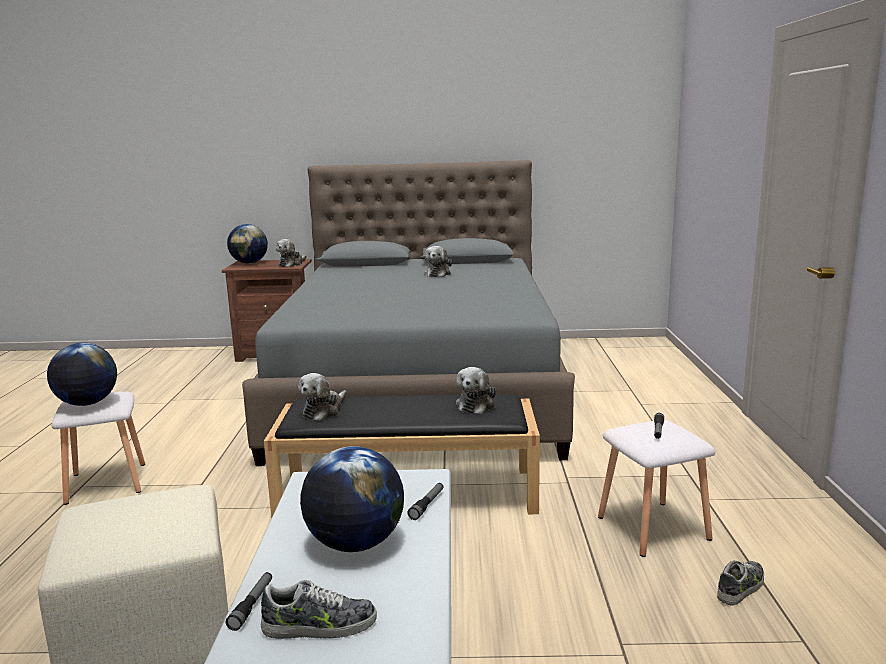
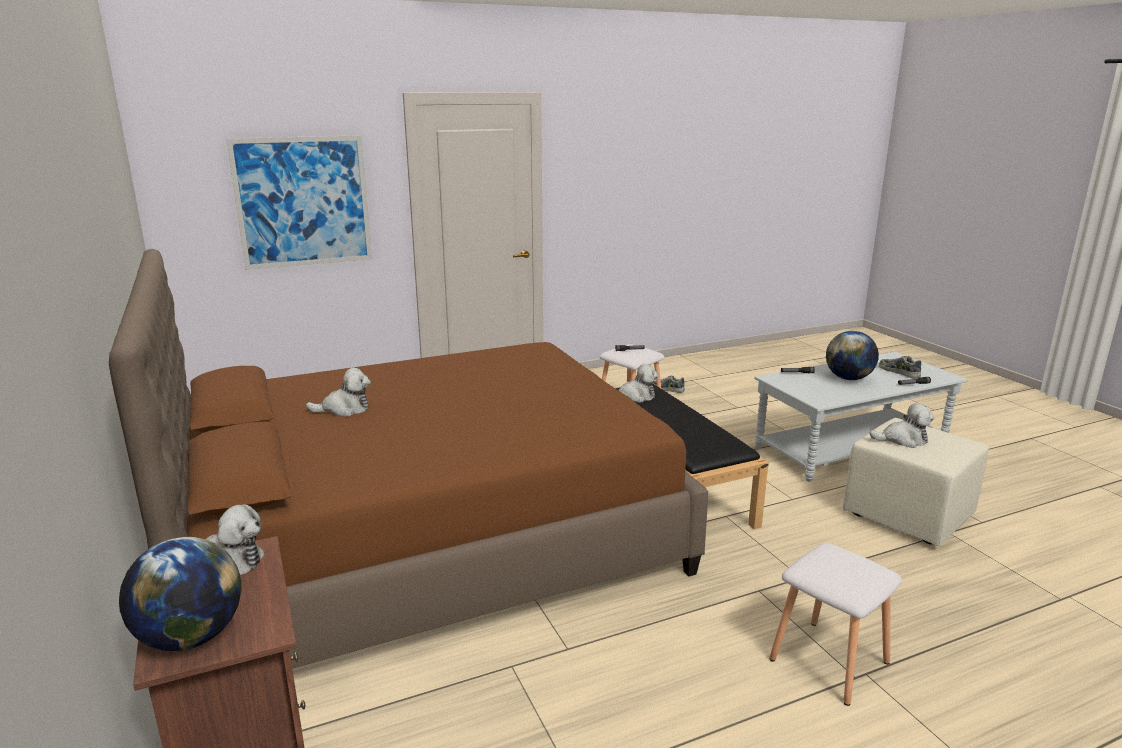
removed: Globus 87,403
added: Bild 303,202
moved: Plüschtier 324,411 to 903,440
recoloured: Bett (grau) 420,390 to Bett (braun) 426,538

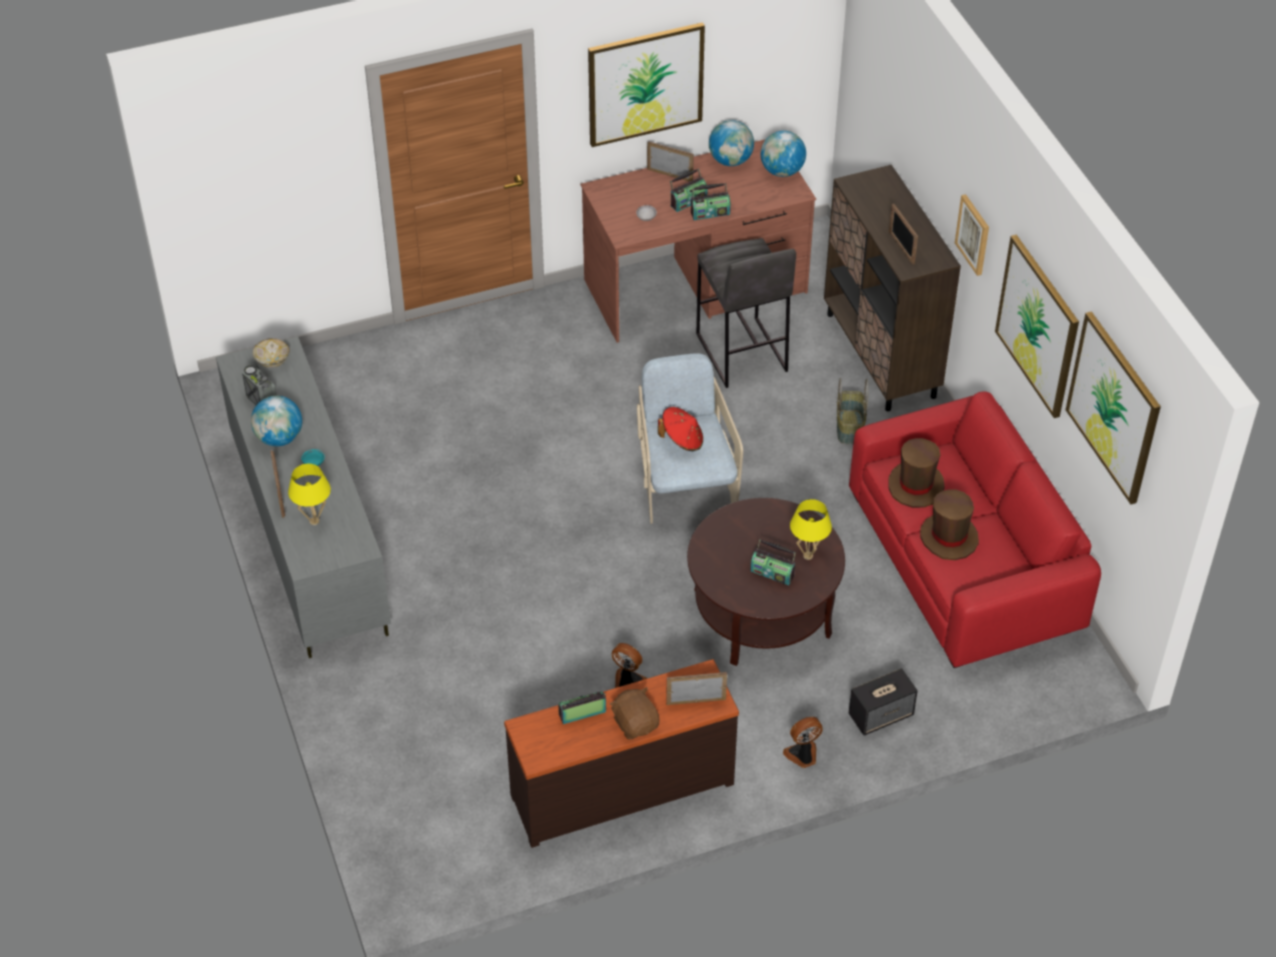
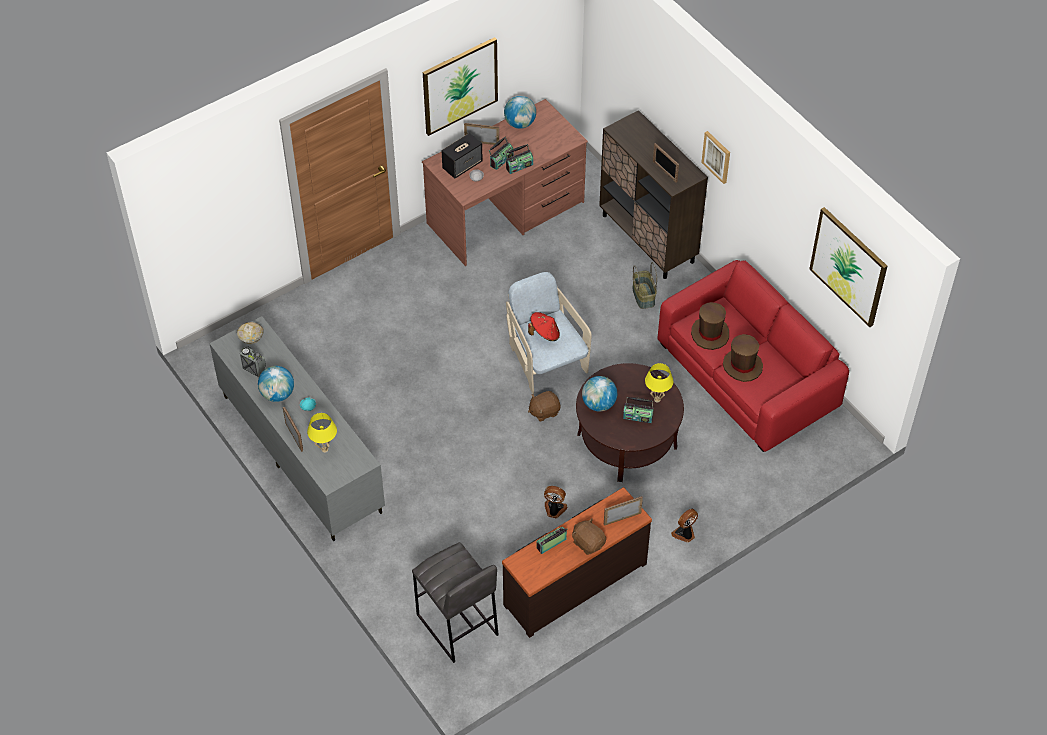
removed: Bild 1038,325
added: Plüschtier (braun) 544,411
moved: Hocker (grau) 741,353 to 457,625; Globus 782,171 to 599,404; Lautsprecher 881,715 to 462,165

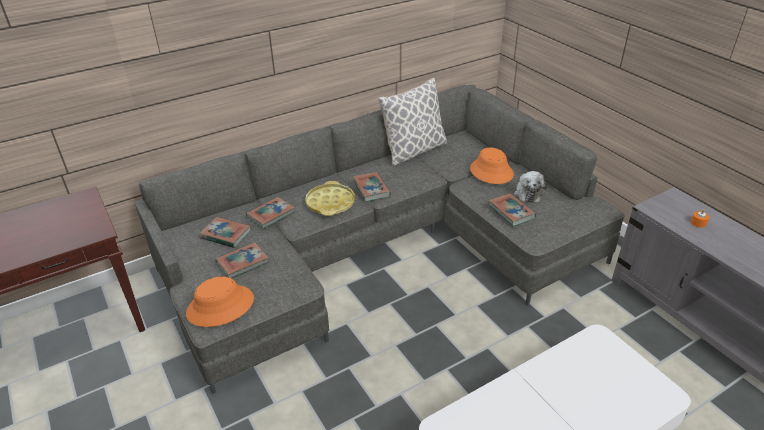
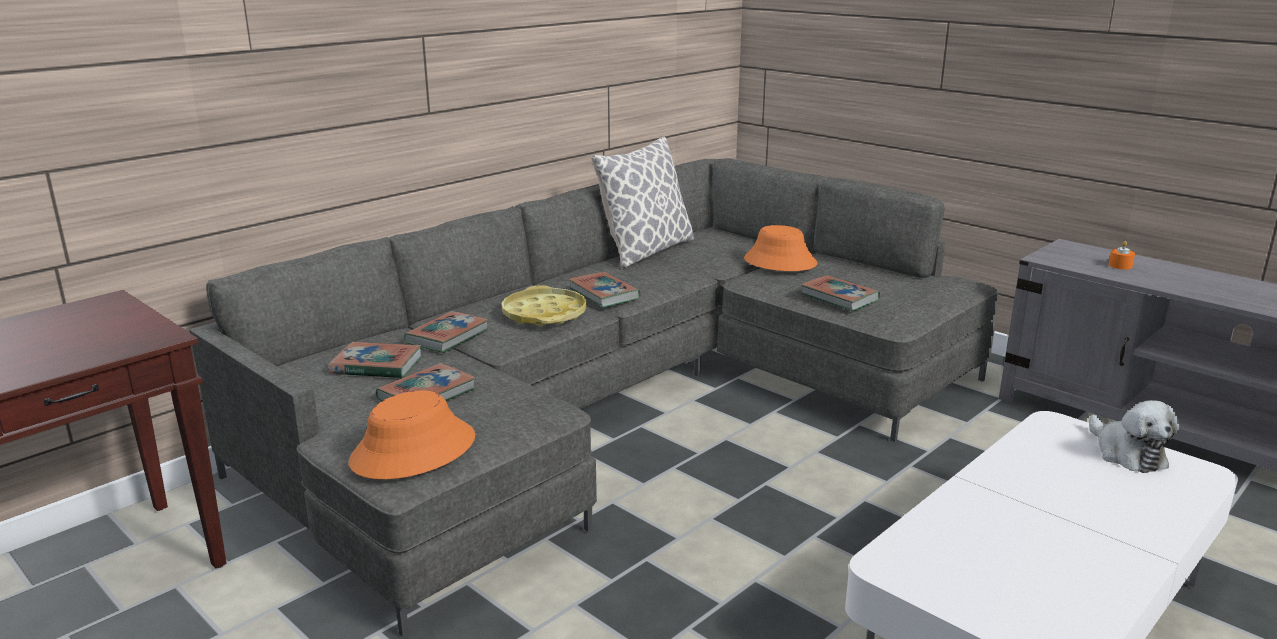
moved: Plüschtier 527,193 to 1127,453

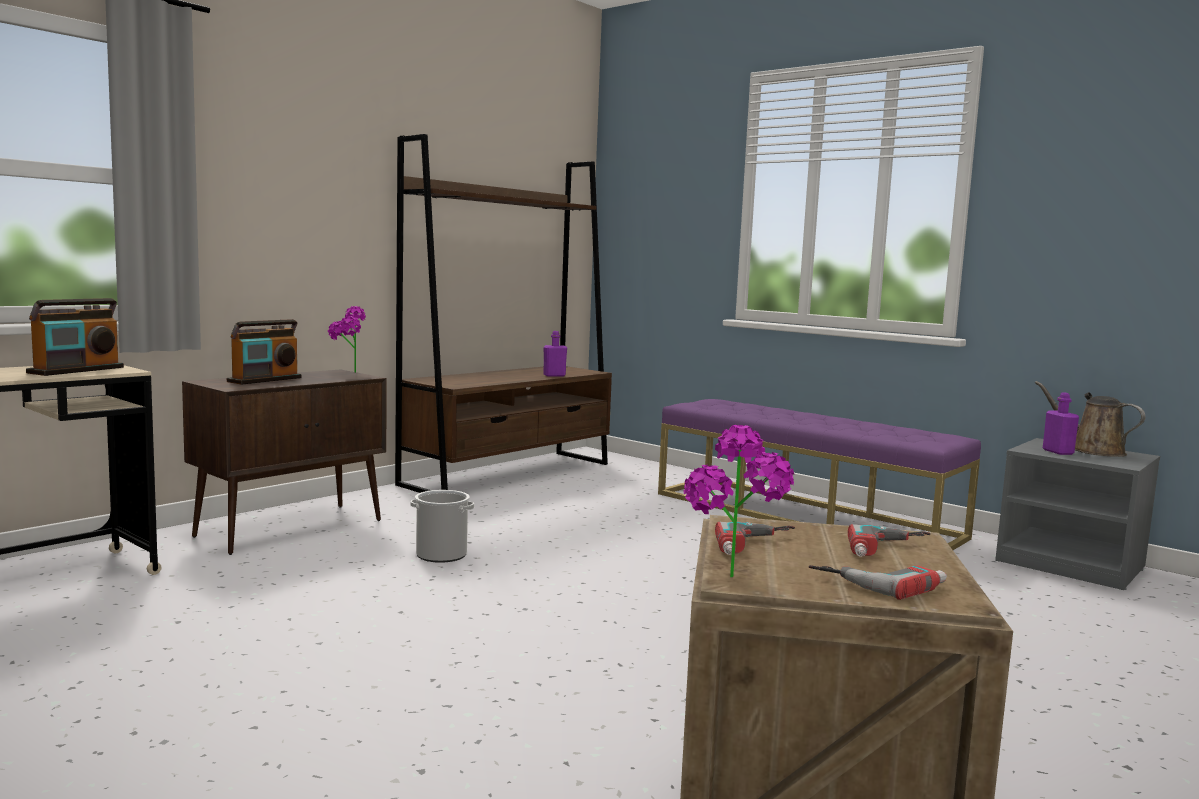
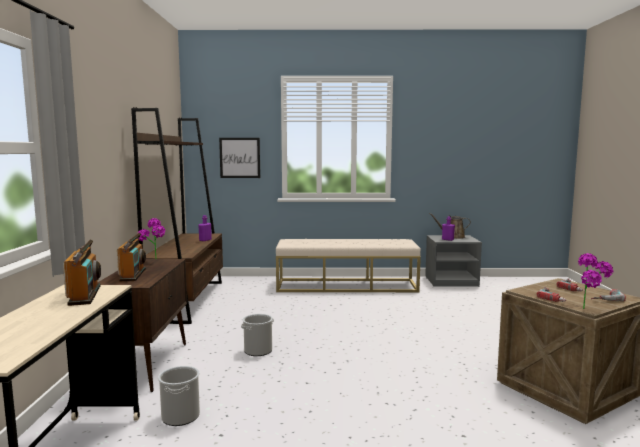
added: Eimer 180,416; Bild 240,158
recoloured: Bank (lila) 805,515 to Bank (beige) 347,286

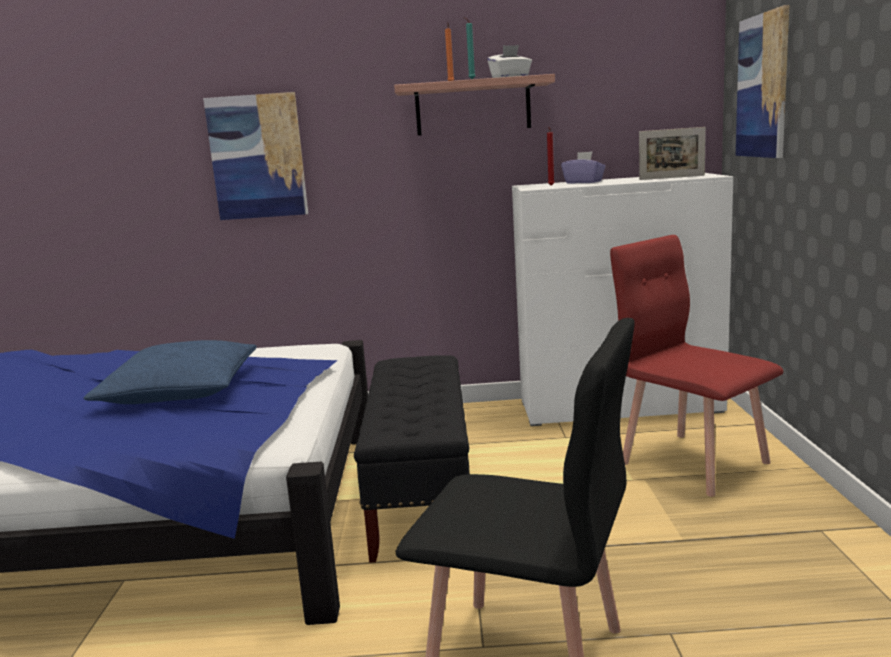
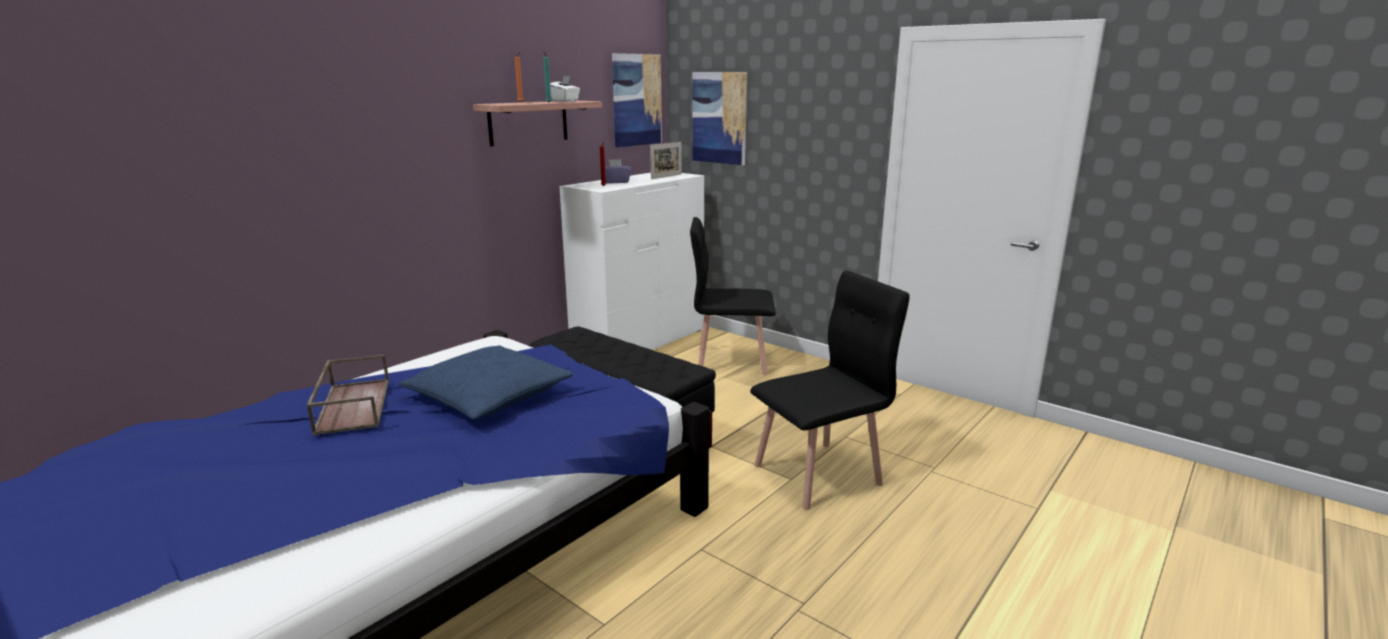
added: Tablett (braun) 352,405
moved: Bild 257,157 to 636,100
recoloured: Stuhl (rot) 693,462 to Stuhl (schwarz) 730,361

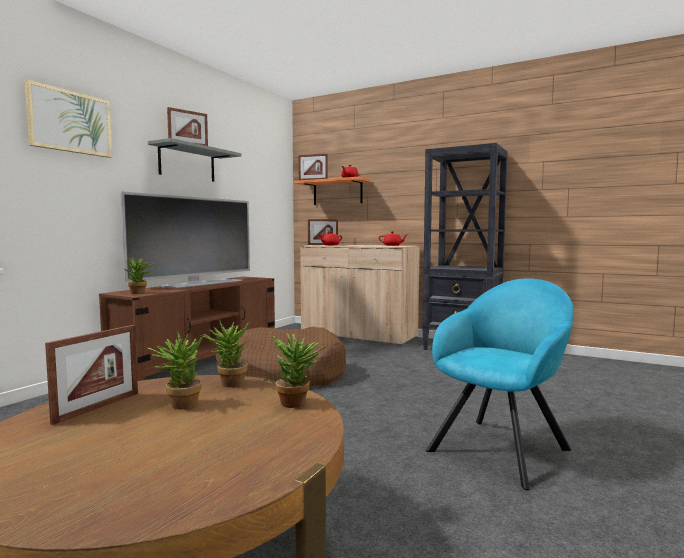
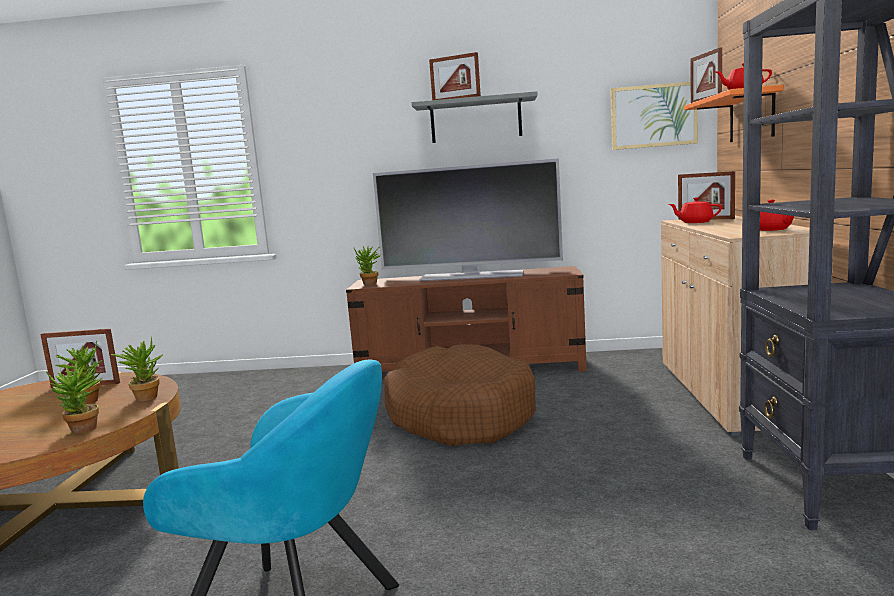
moved: Bild 70,122 to 653,116

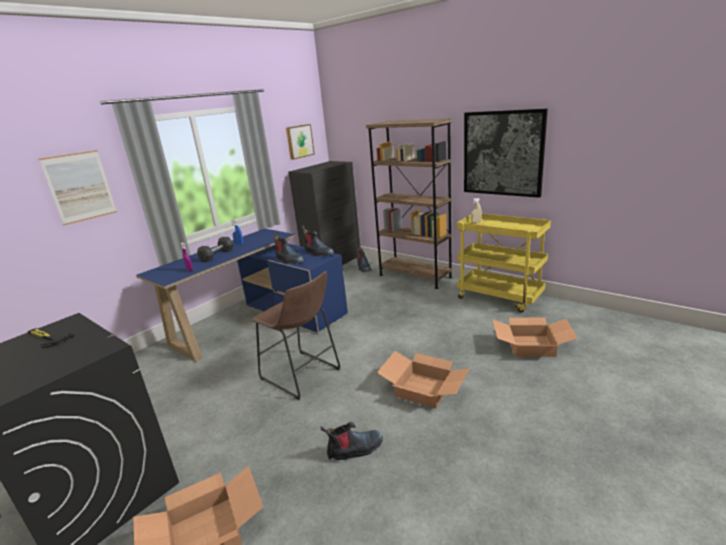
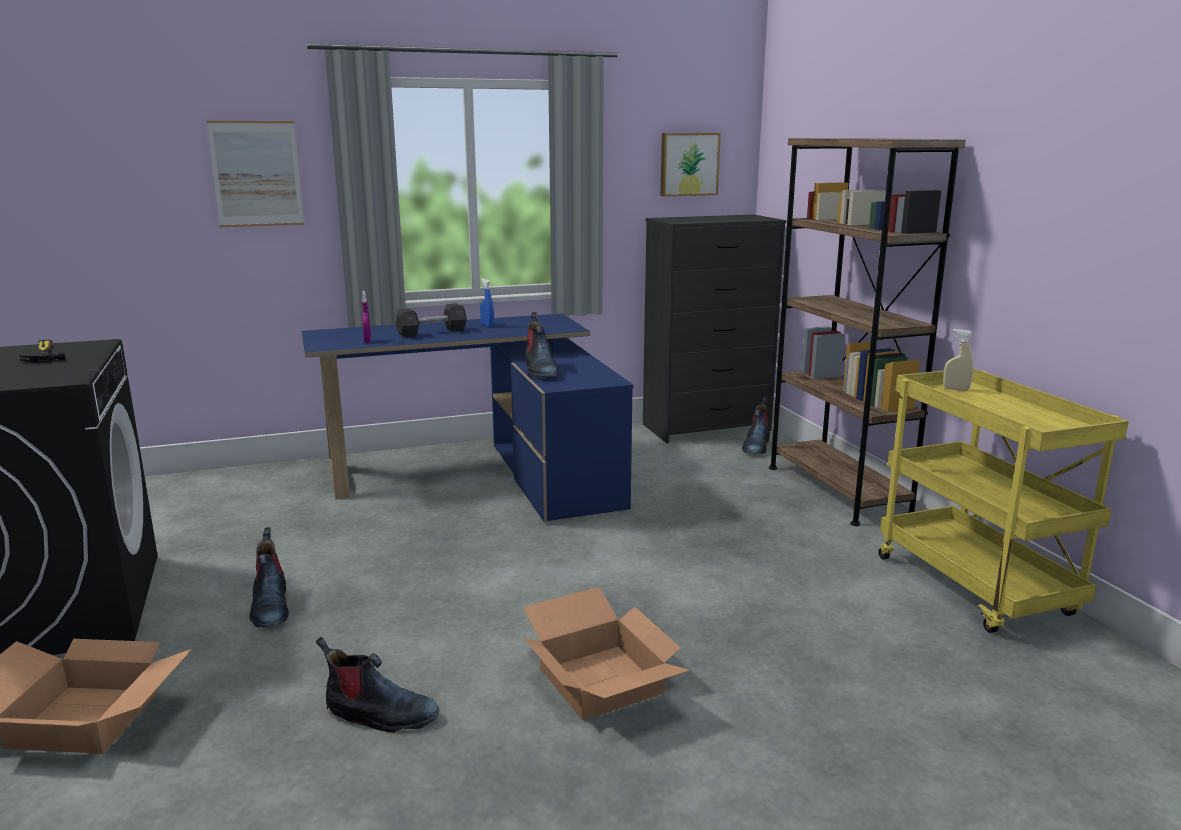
removed: Hocker (braun) 303,376; Bild 502,153; Karton 531,345
moved: Stiefel 318,253 to 270,606

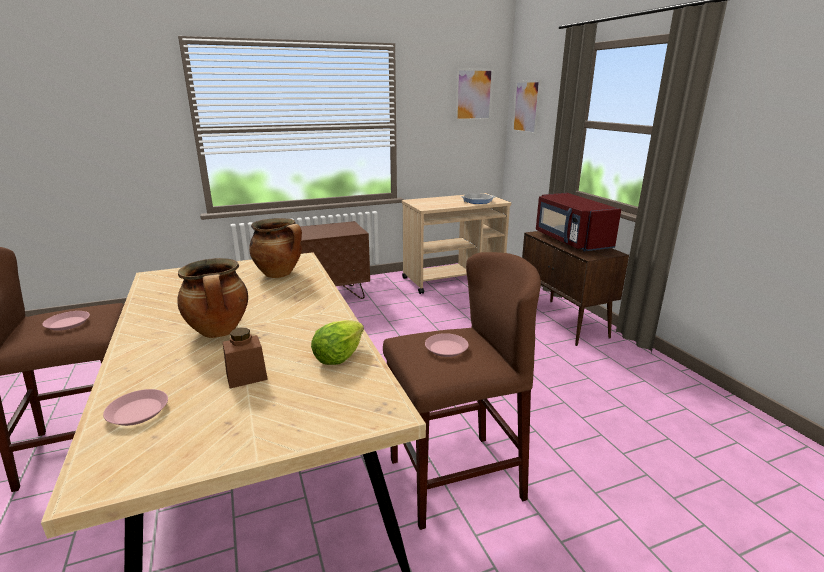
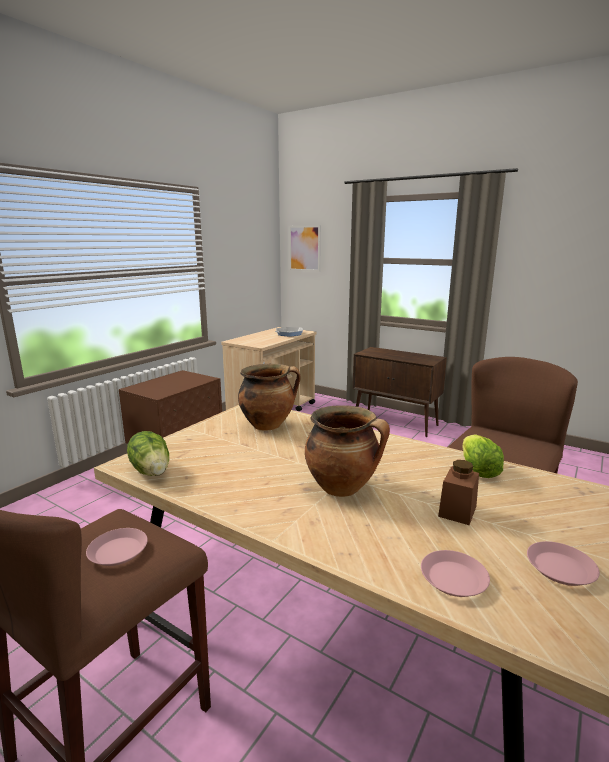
removed: Bild 473,94; Mikrowelle (rot) 571,241
added: Salatkopf 152,470
moved: Teller (rosa) 446,348 to 560,568

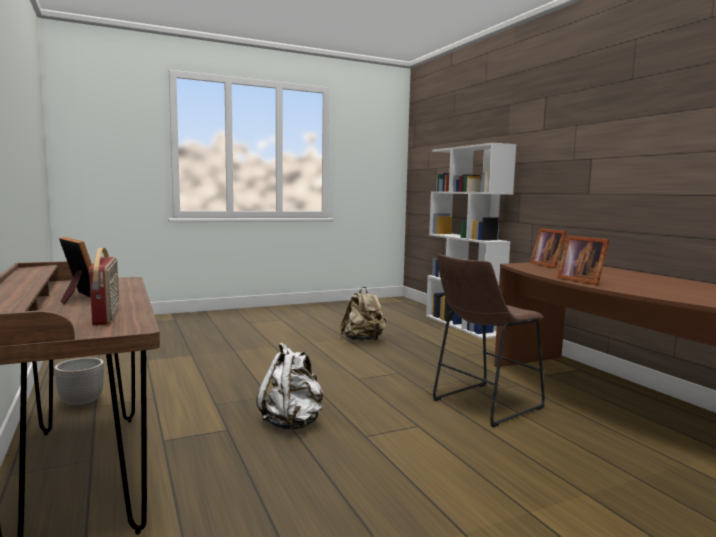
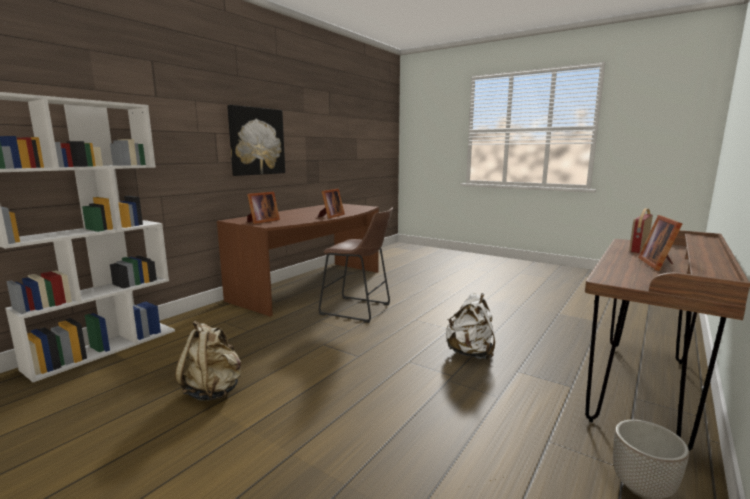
added: Bild 256,141

